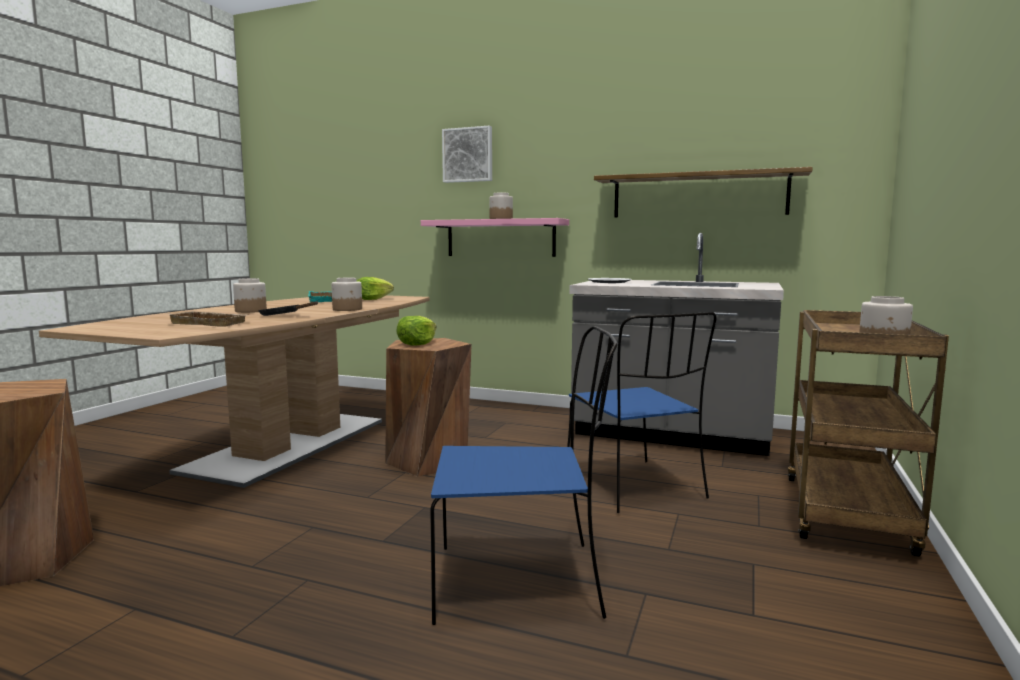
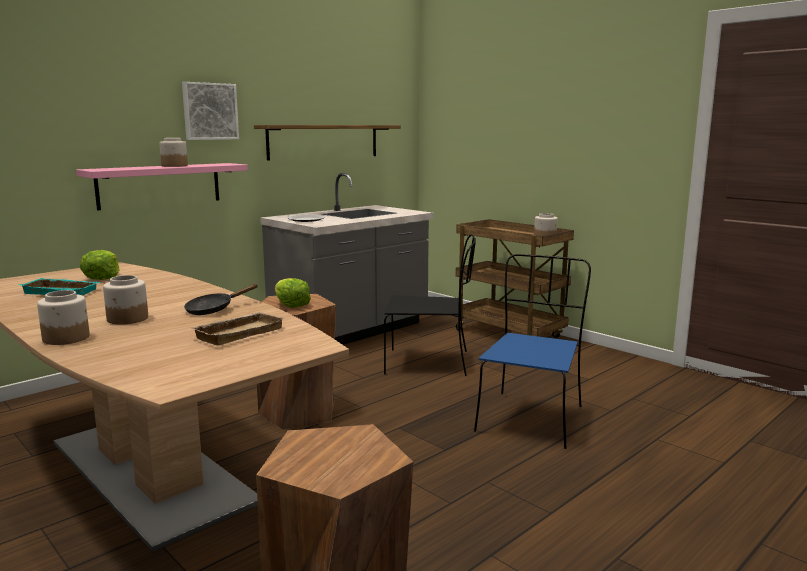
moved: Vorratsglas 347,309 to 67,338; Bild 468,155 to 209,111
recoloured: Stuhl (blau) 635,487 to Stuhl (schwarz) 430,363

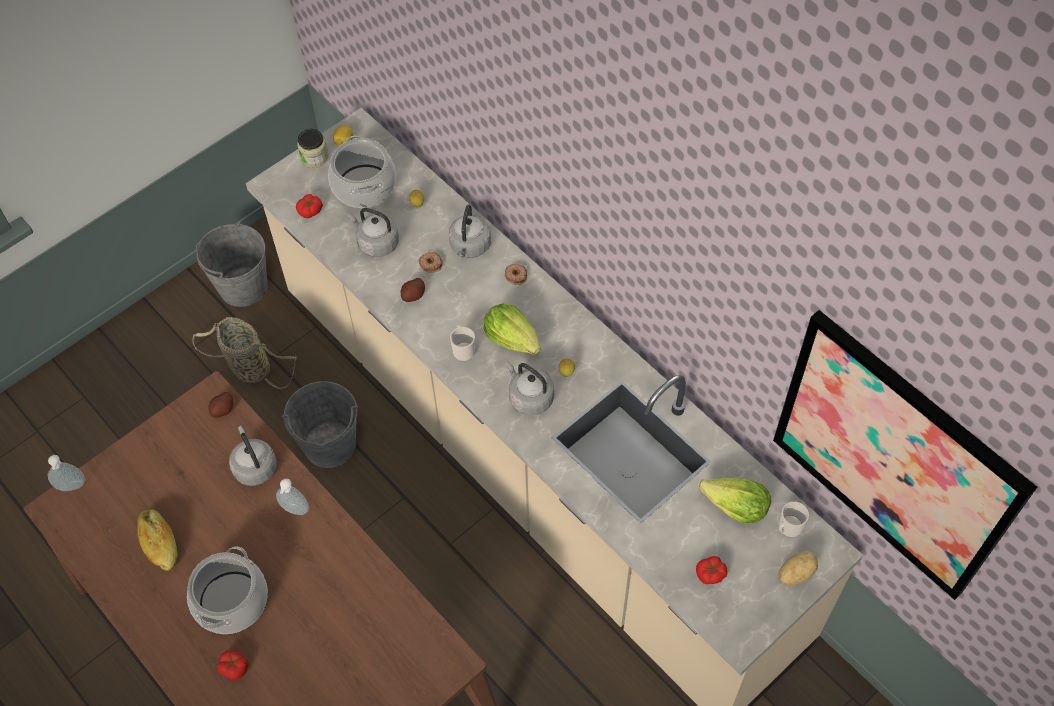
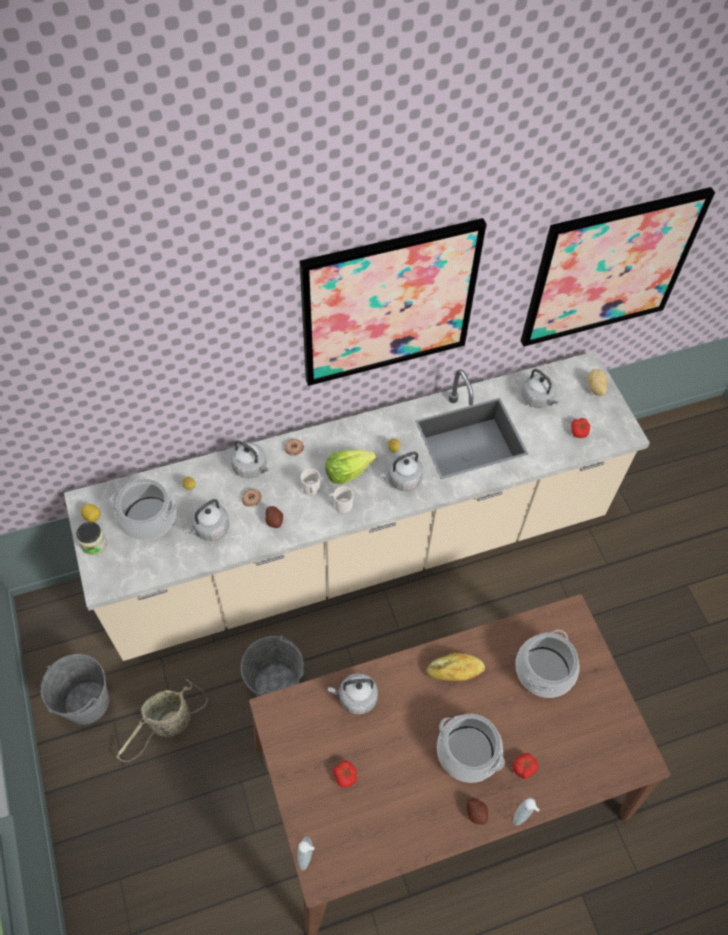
added: Bild 388,304; Kochtopf 544,671
moved: Brot 159,543 to 455,671; Kartoffel 223,409 to 476,813; Seifenspender 295,511 to 522,816; Tomate 310,210 to 345,775; Henkelbecher 788,528 to 311,490
replaced: Salatkopf 735,507 to Wasserkessel (grau) 538,399

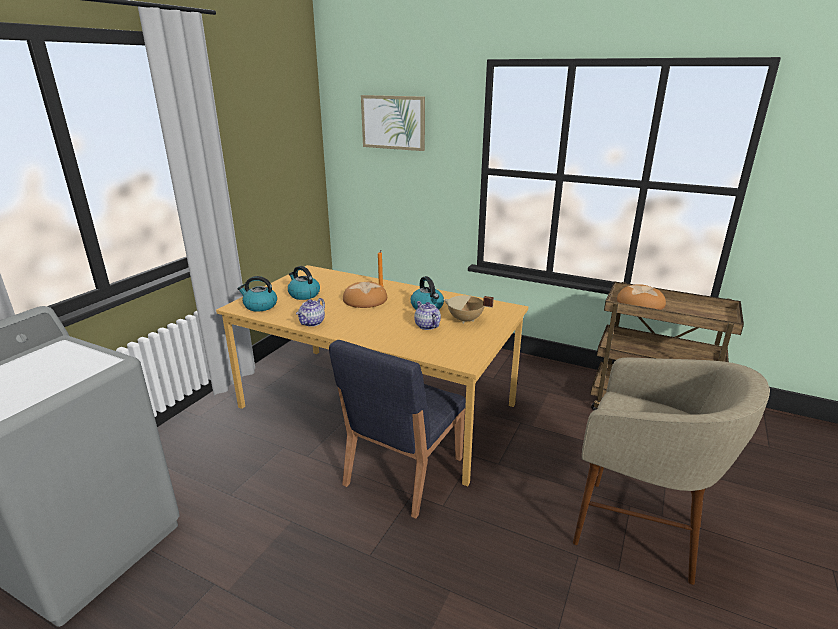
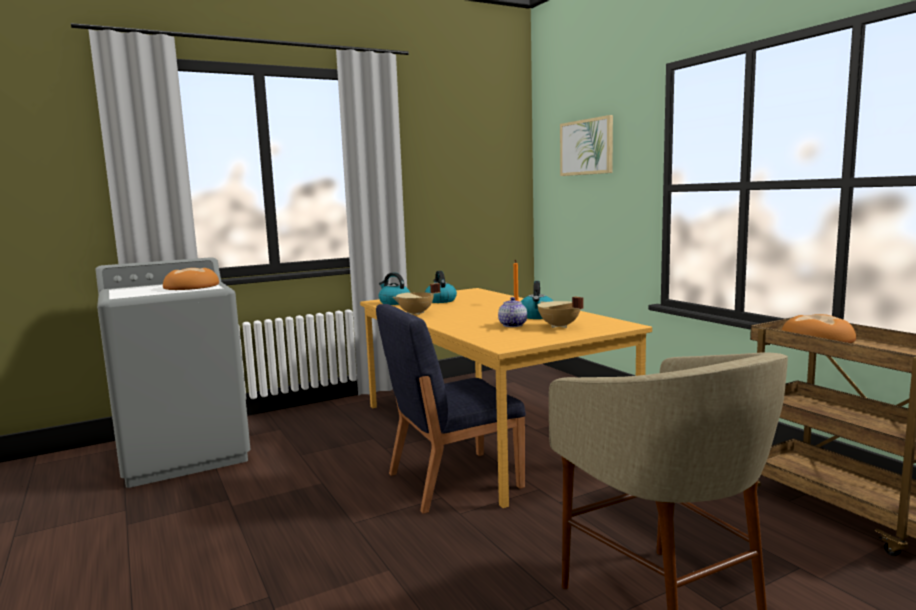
moved: Brot 364,299 to 191,287
replaced: Teekanne 312,323 to Kochtopf (beige) 416,313

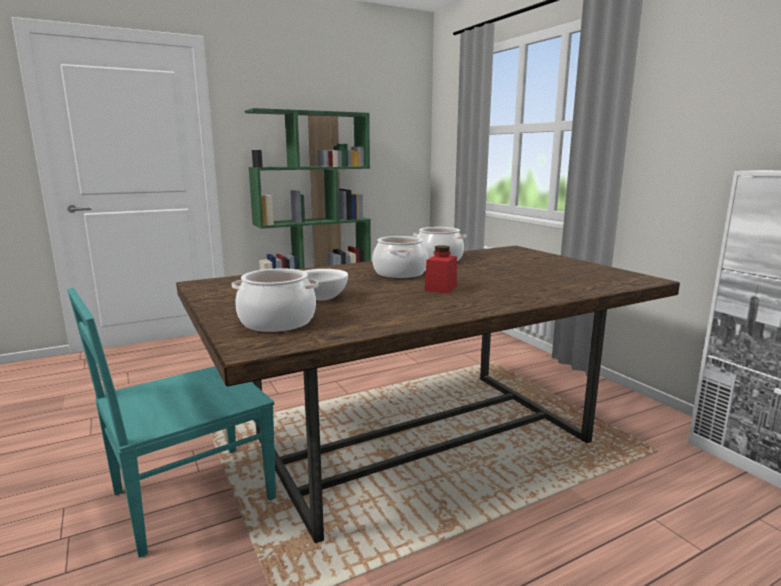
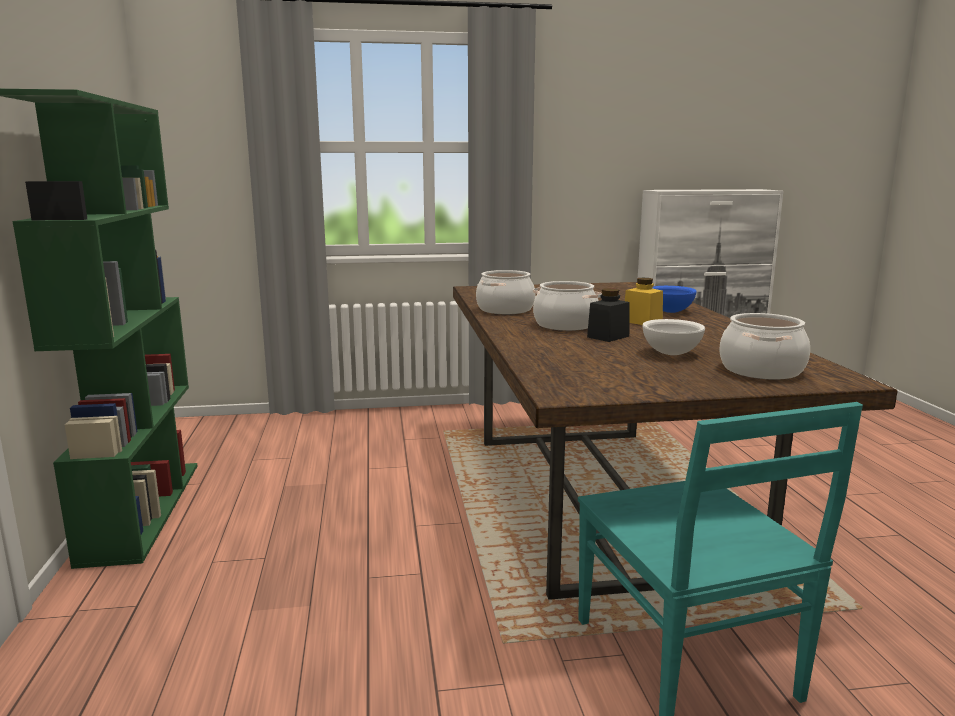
added: Vorratsglas (schwarz) 608,336; Schüssel (blau) 671,311
recoloured: Vorratsglas (rot) 441,288 to Vorratsglas (gelb) 642,322

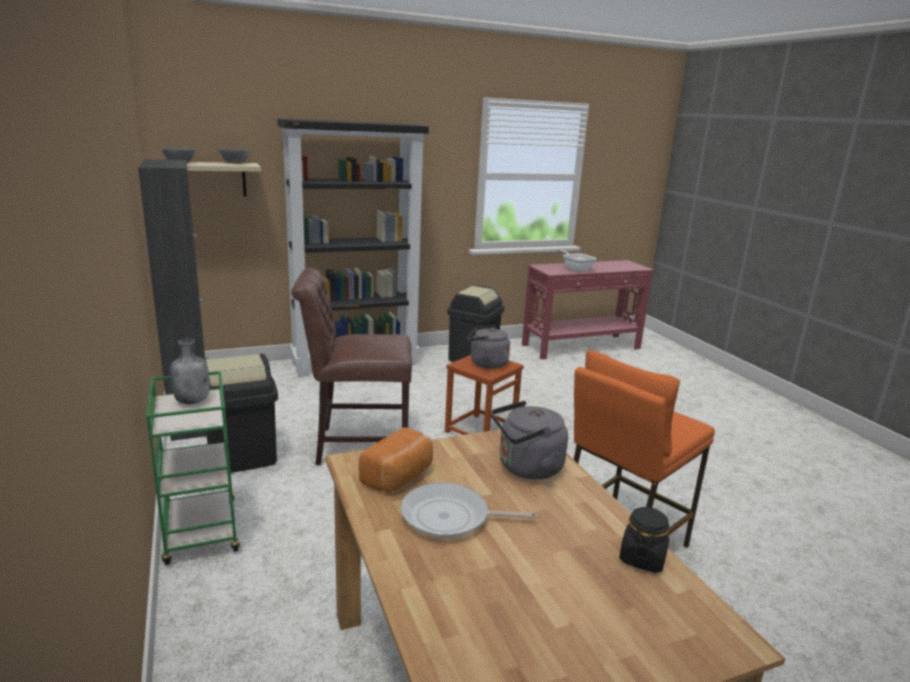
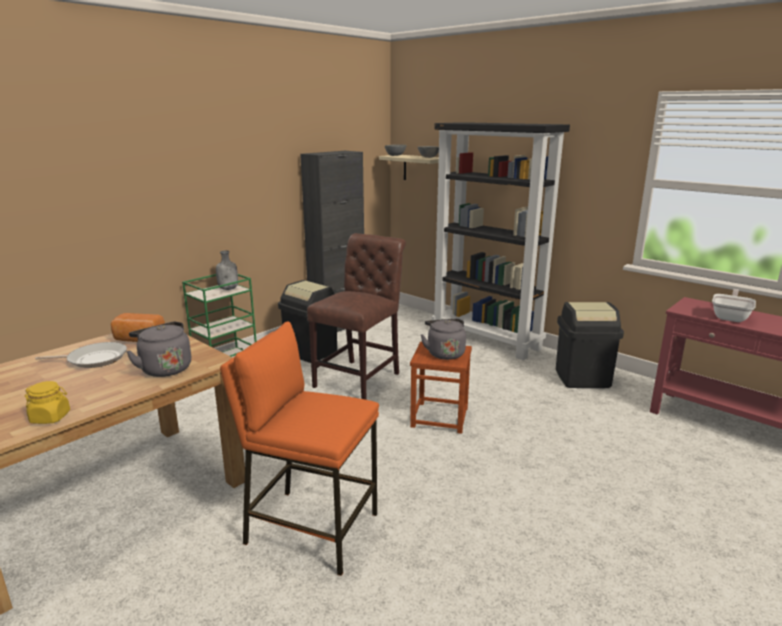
recoloured: Vorratsglas (schwarz) 642,558 to Vorratsglas (gelb) 50,417
turned: Stuhl (braun) 356,445 = 360,378 60 degrees clockwise; Pfanne 450,517 = 94,359 105 degrees clockwise

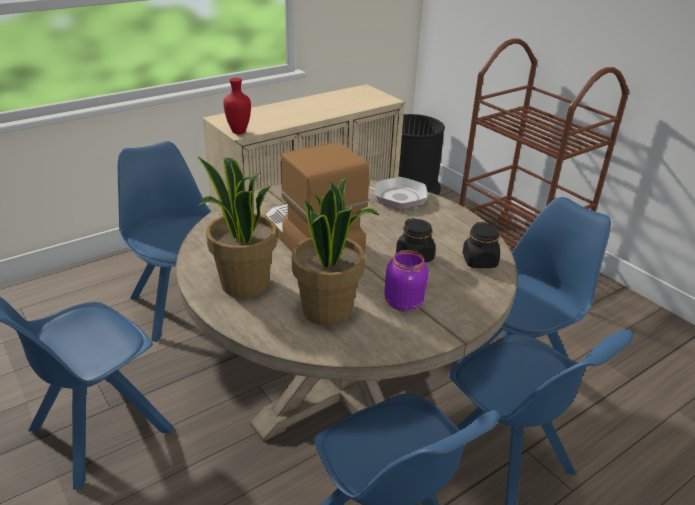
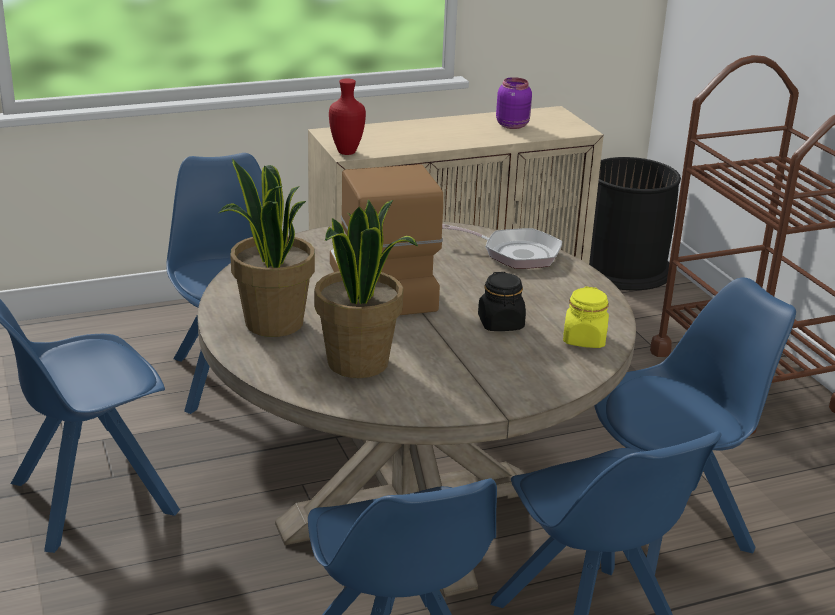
moved: Vorratsglas (lila) 404,303 to 513,125
recoloured: Vorratsglas (schwarz) 479,261 to Vorratsglas (gelb) 584,339

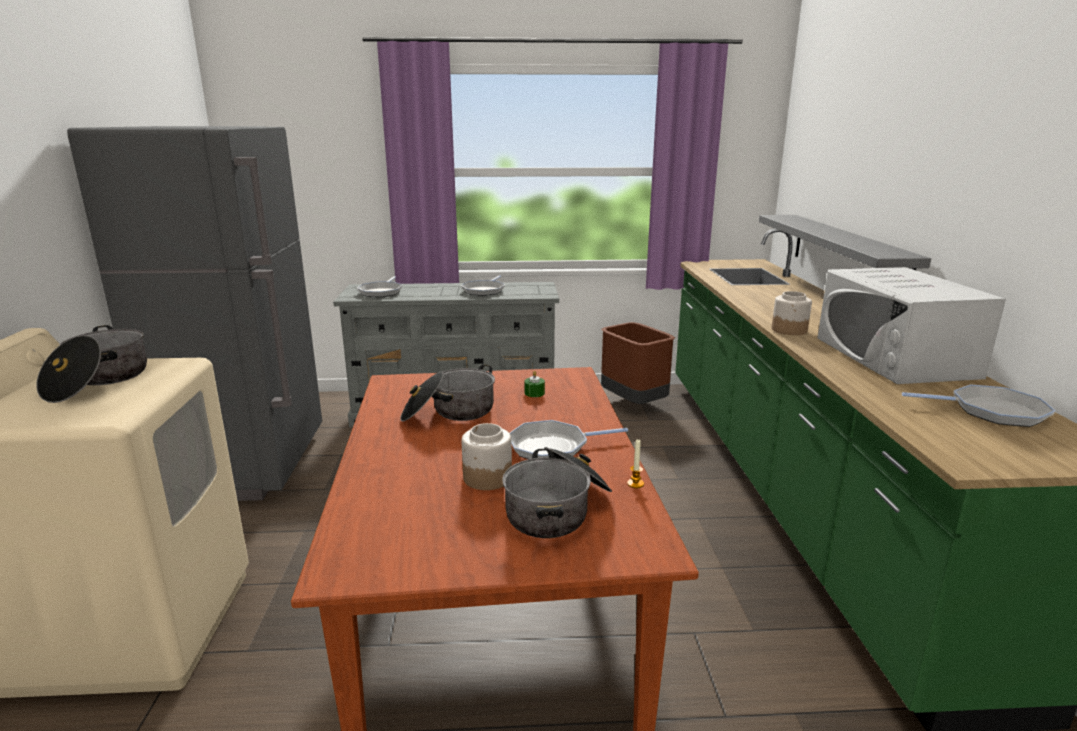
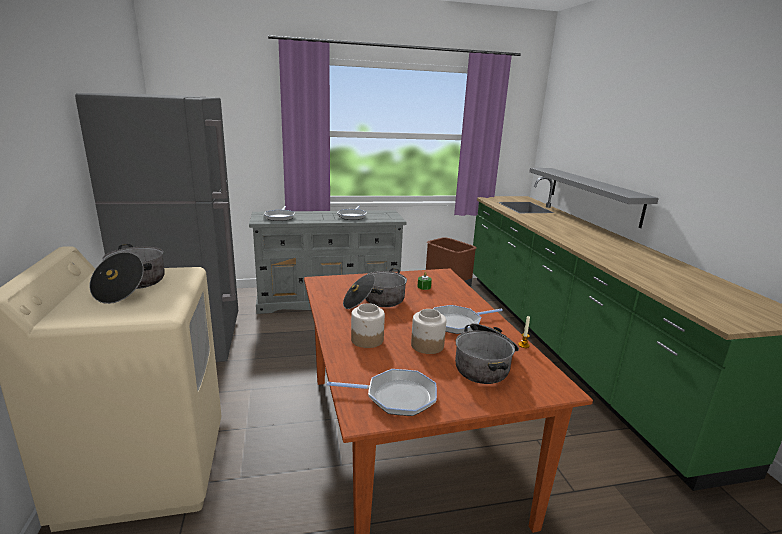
removed: Mikrowelle (weiß) 894,357
moved: Vorratsglas 789,330 to 367,340; Pfanne 992,411 to 396,397

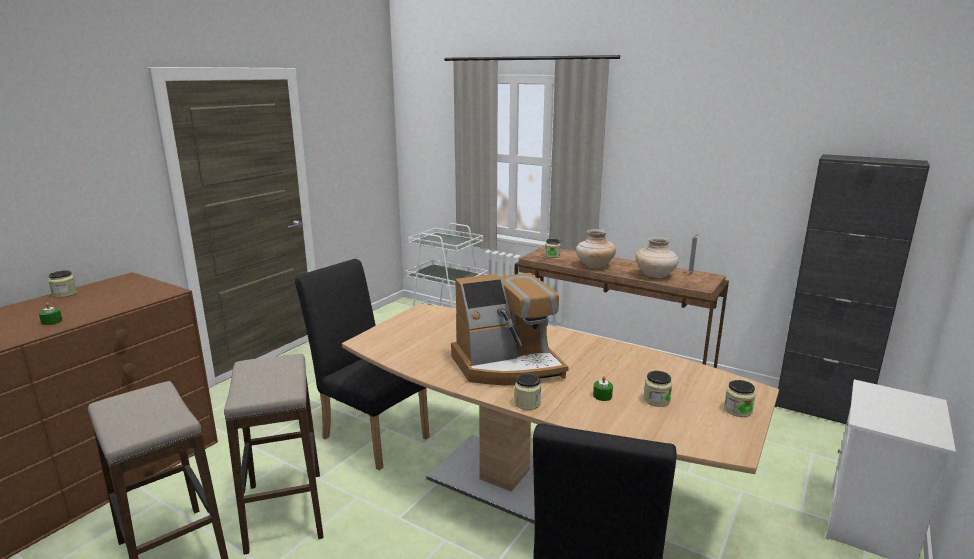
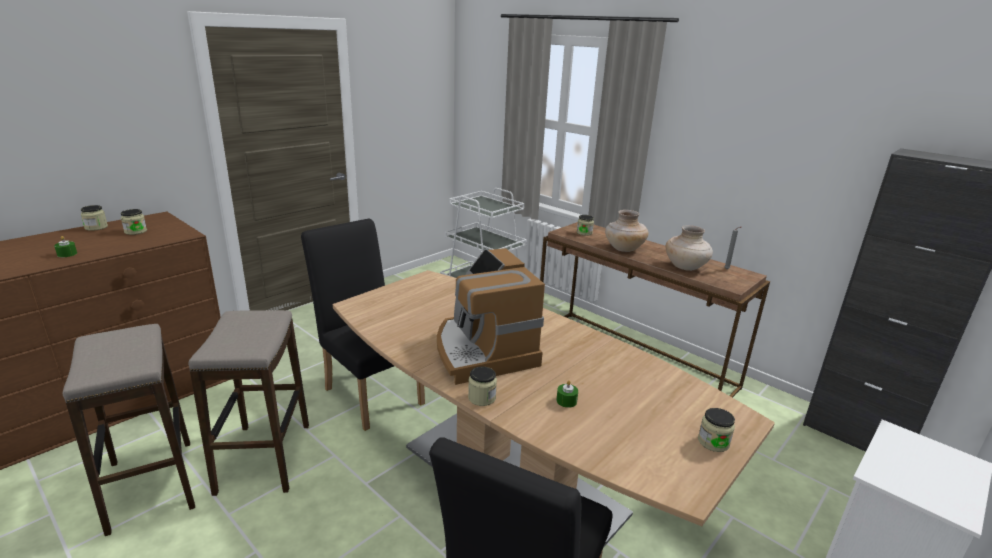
moved: Vorratsglas 656,400 to 135,231
turned: Kaffeemaschine 507,365 = 482,351 75 degrees clockwise

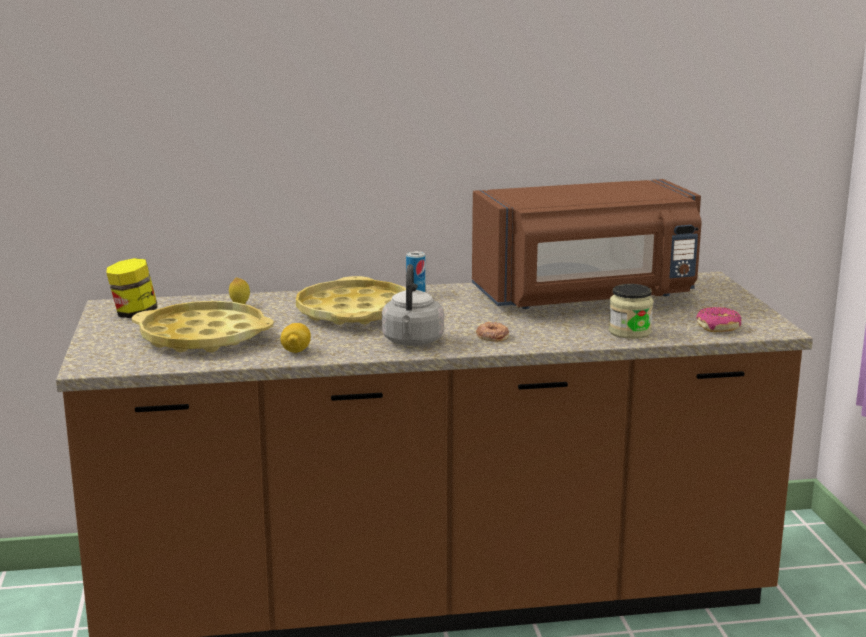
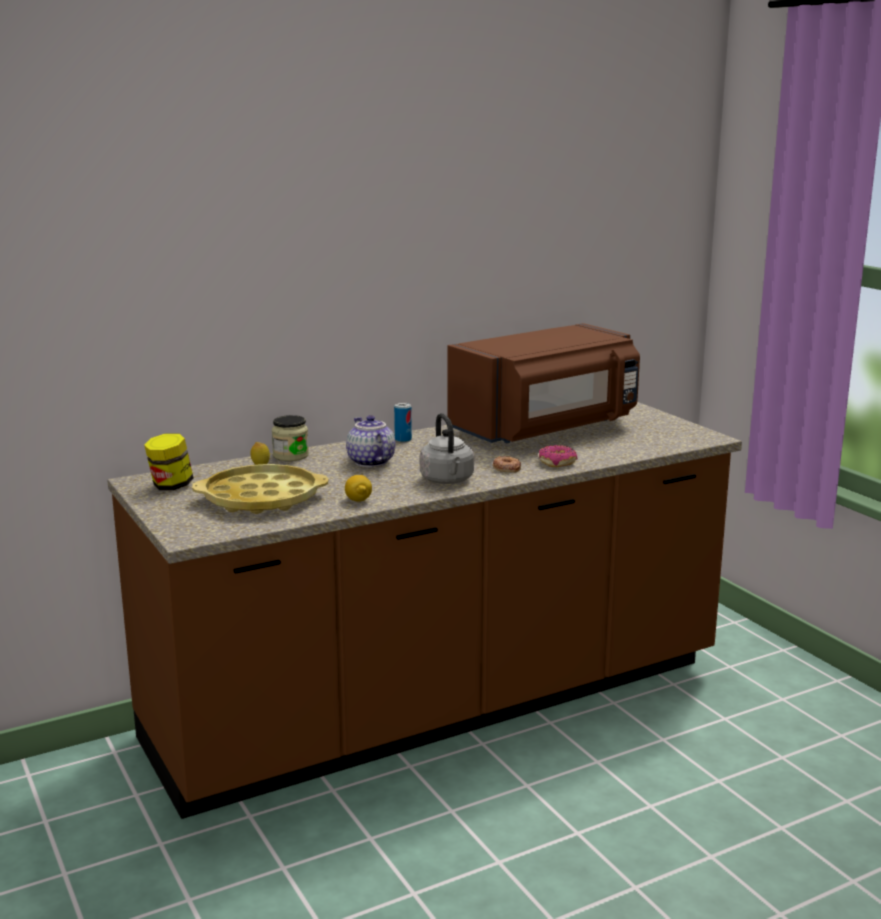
moved: Vorratsglas 629,332 to 290,456; Donut 718,327 to 557,462
replaced: Tablett (gelb) 353,312 to Teekanne 369,462

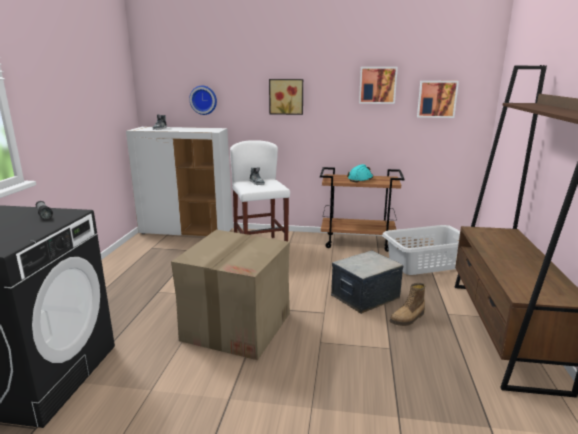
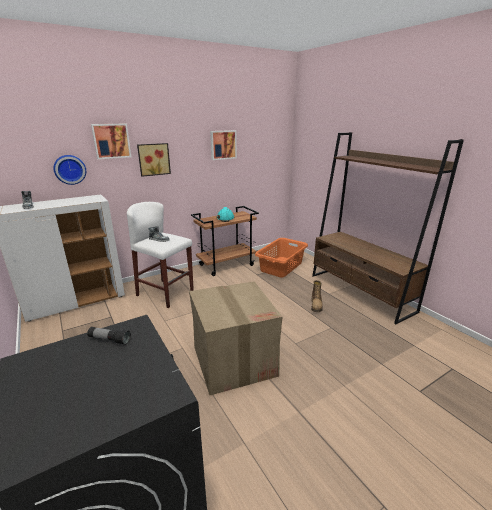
removed: Aufbewahrungsbox 364,296
moved: Bild 437,99 to 111,141
recoloured: Wäschekorb (grau) 425,264 to Wäschekorb (orange) 281,266

